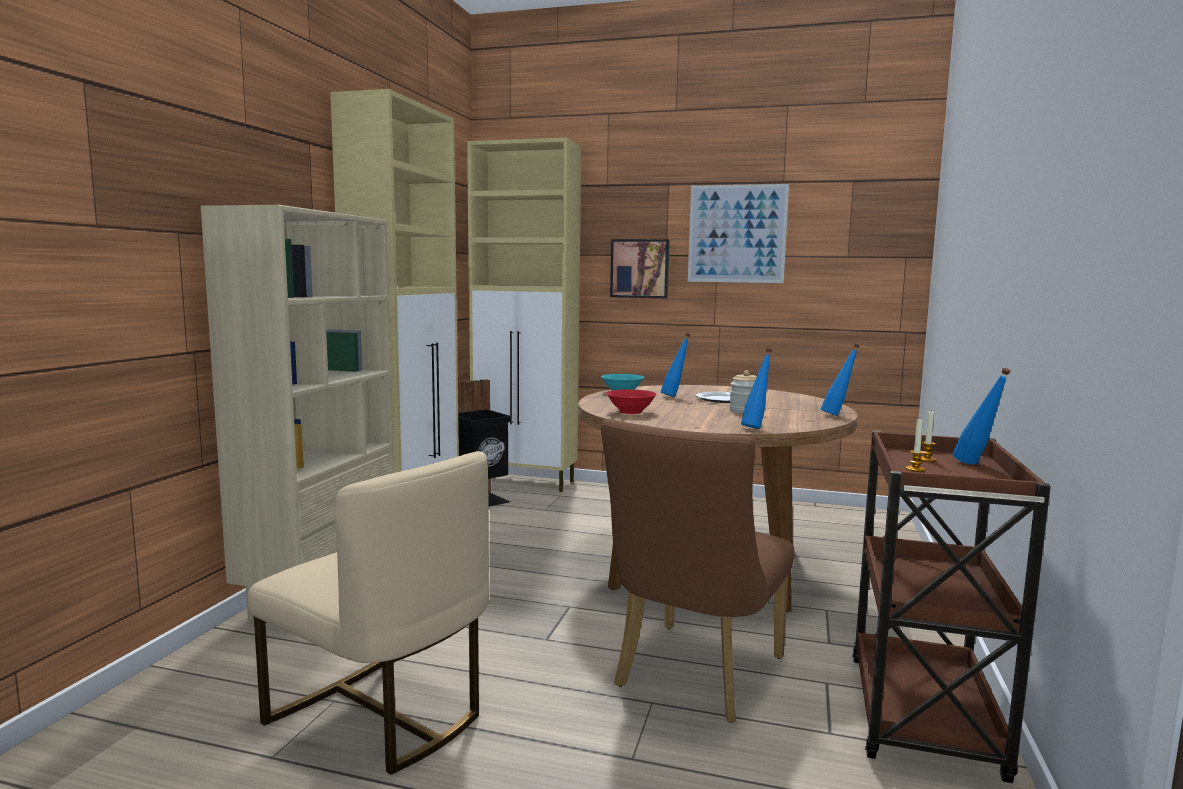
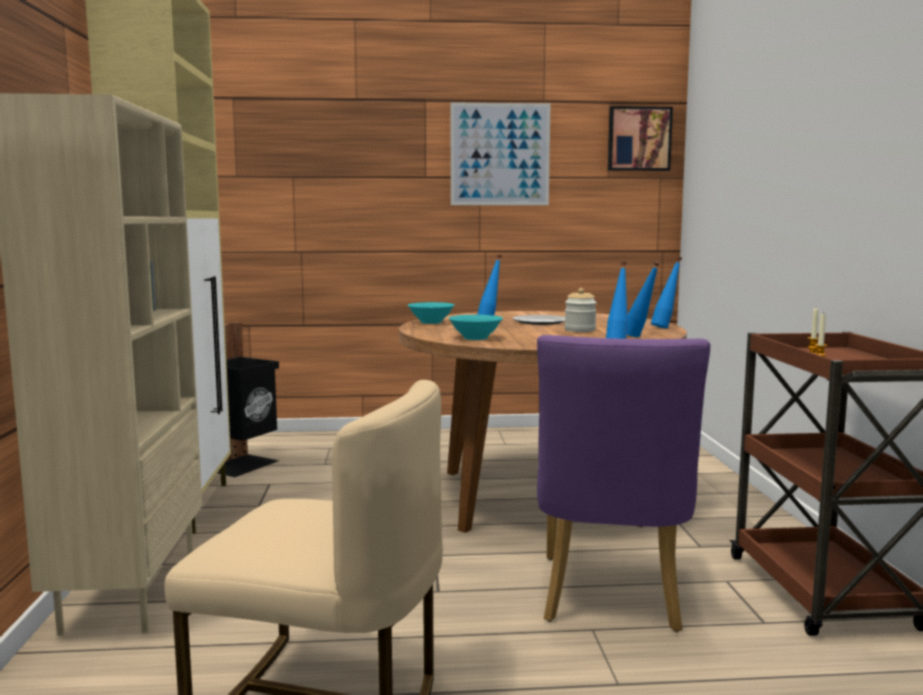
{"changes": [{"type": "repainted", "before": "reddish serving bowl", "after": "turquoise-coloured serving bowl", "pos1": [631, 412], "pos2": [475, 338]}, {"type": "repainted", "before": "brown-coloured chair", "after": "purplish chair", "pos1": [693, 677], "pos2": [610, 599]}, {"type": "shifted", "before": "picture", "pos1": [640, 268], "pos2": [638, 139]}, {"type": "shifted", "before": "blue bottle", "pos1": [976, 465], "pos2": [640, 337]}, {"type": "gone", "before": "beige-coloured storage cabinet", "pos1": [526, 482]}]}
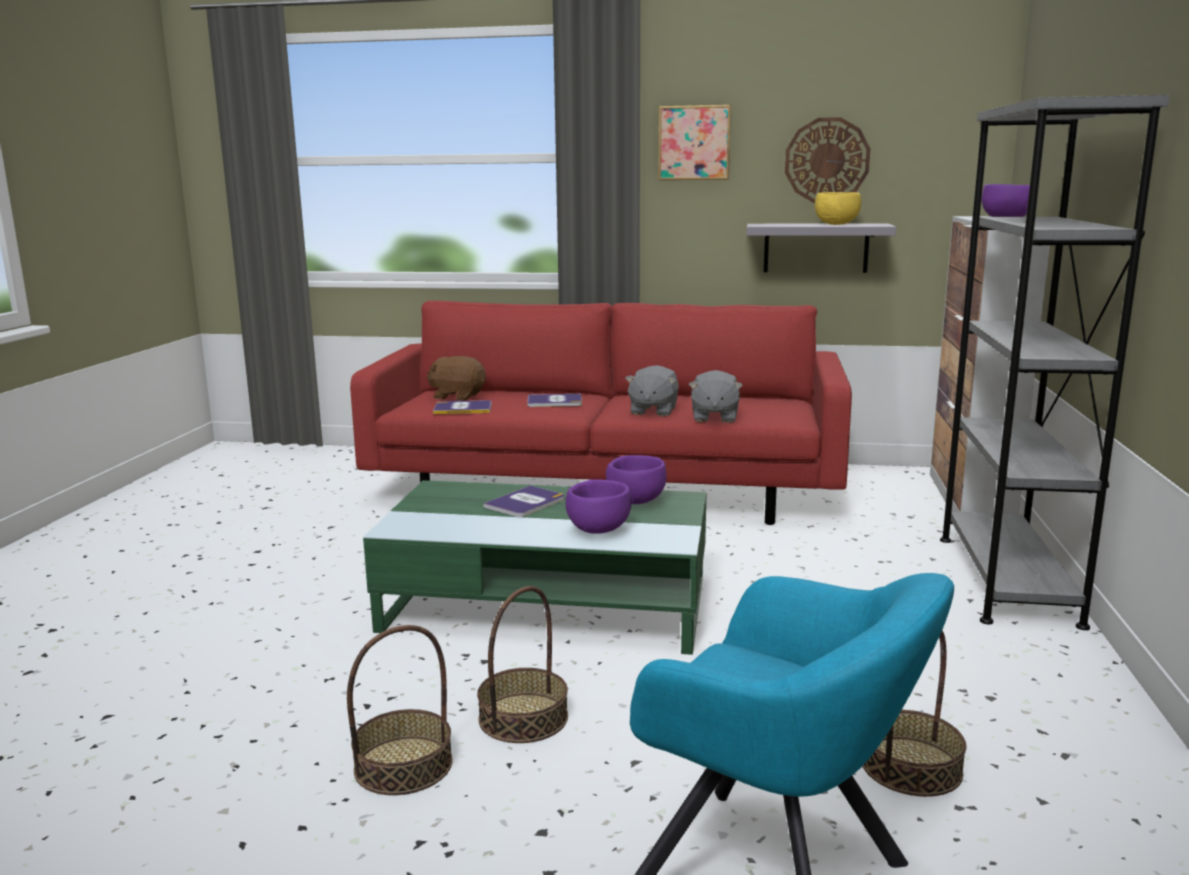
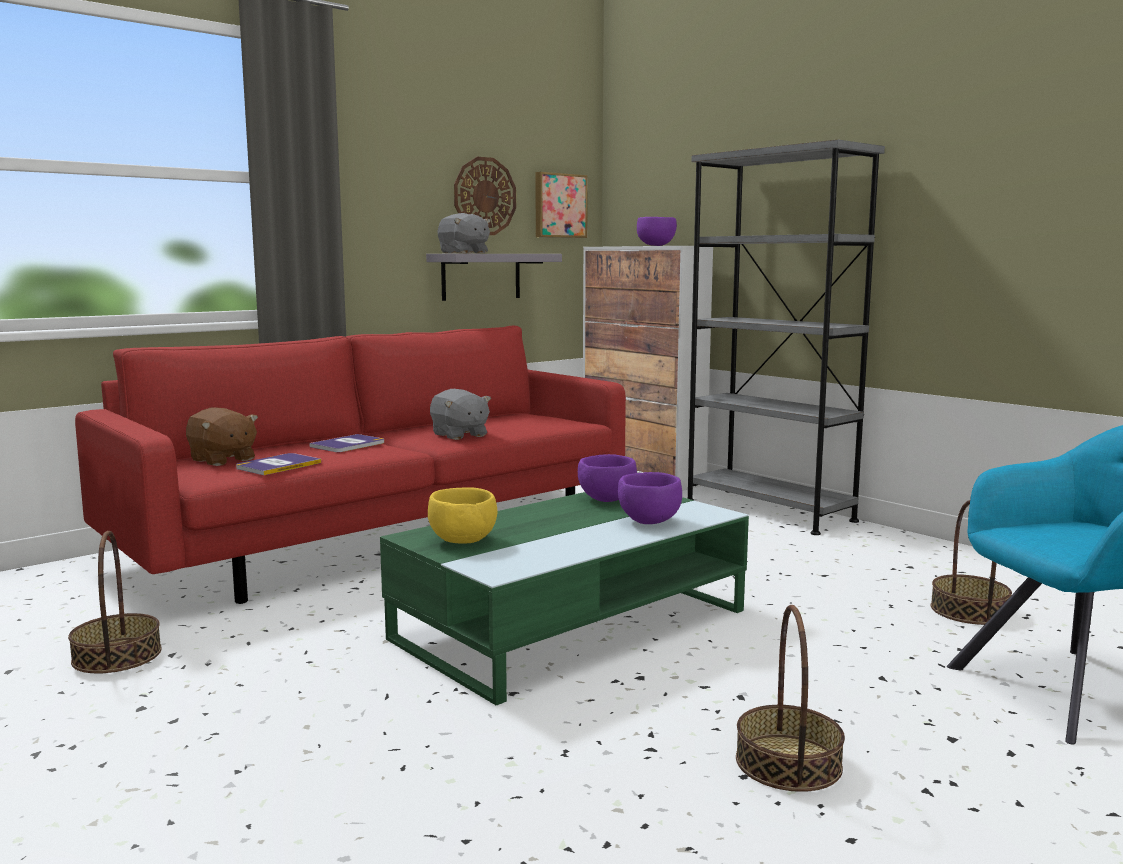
{"changes": [{"type": "shifted", "before": "household basket", "pos1": [523, 718], "pos2": [117, 655]}, {"type": "rotated", "before": "brown-coloured soft toy", "pos1": [457, 396], "pos2": [222, 460], "turn": -105}, {"type": "shifted", "before": "yellowish serving bowl", "pos1": [836, 224], "pos2": [462, 541]}, {"type": "shifted", "before": "gray soft toy", "pos1": [714, 417], "pos2": [464, 253]}, {"type": "shifted", "before": "picture", "pos1": [694, 143], "pos2": [559, 206]}, {"type": "gone", "before": "volume", "pos1": [525, 503]}]}
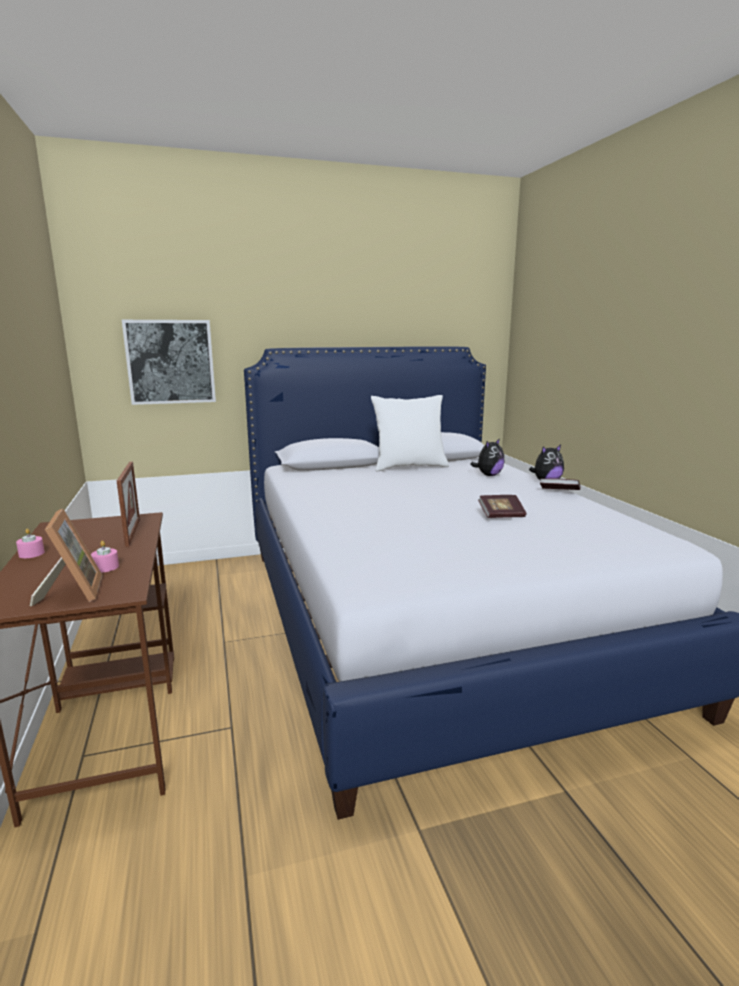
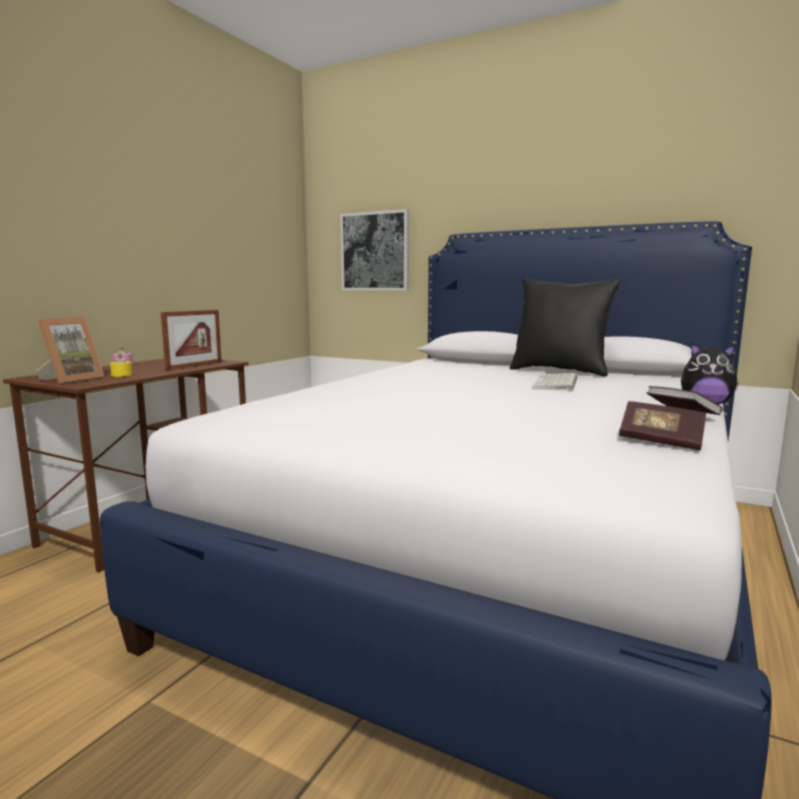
{"changes": [{"type": "repainted", "before": "pink candle", "after": "yellowish candle", "pos1": [106, 567], "pos2": [121, 375]}, {"type": "repainted", "before": "white-coloured cushion", "after": "black cushion", "pos1": [409, 467], "pos2": [560, 371]}, {"type": "new", "after": "computer keyboard", "pos2": [557, 382]}, {"type": "shifted", "before": "volume", "pos1": [501, 515], "pos2": [660, 441]}, {"type": "gone", "before": "soft toy", "pos1": [488, 475]}]}
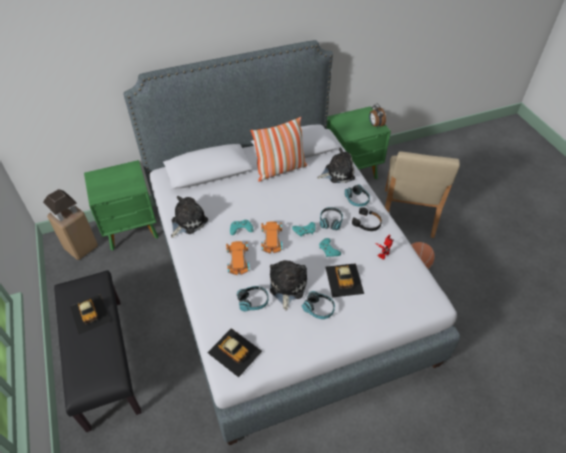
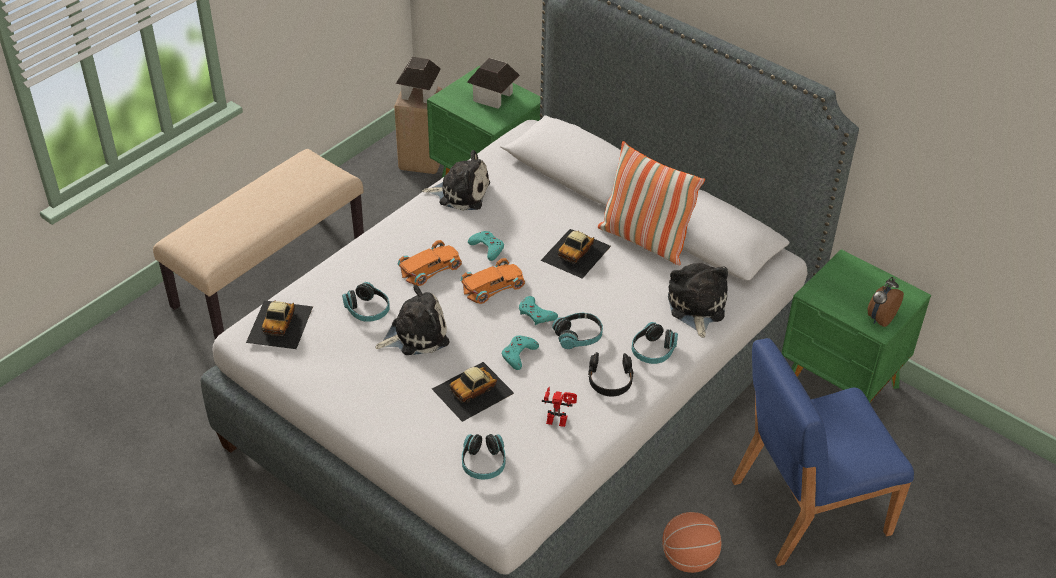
{"changes": [{"type": "repainted", "before": "black long seat", "after": "beige-coloured long seat", "pos1": [104, 360], "pos2": [269, 272]}, {"type": "shifted", "before": "headset", "pos1": [319, 309], "pos2": [483, 463]}, {"type": "new", "after": "miniature house", "pos2": [493, 97]}, {"type": "shifted", "before": "model car", "pos1": [90, 313], "pos2": [576, 253]}, {"type": "rotated", "before": "soft toy", "pos1": [337, 173], "pos2": [696, 307], "turn": -135}, {"type": "repainted", "before": "beige-coloured chair", "after": "blue chair", "pos1": [408, 213], "pos2": [807, 507]}]}
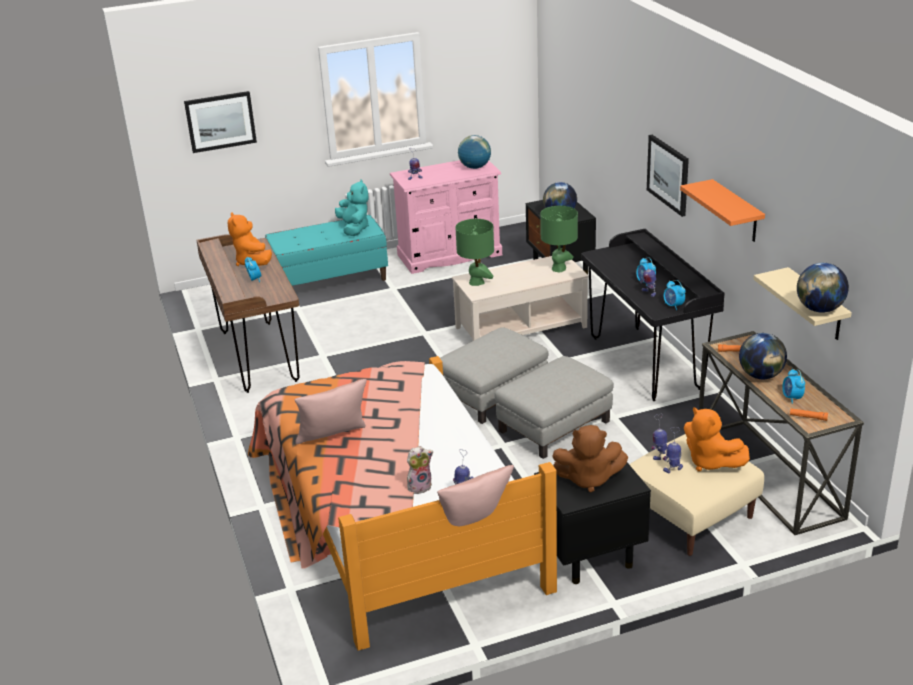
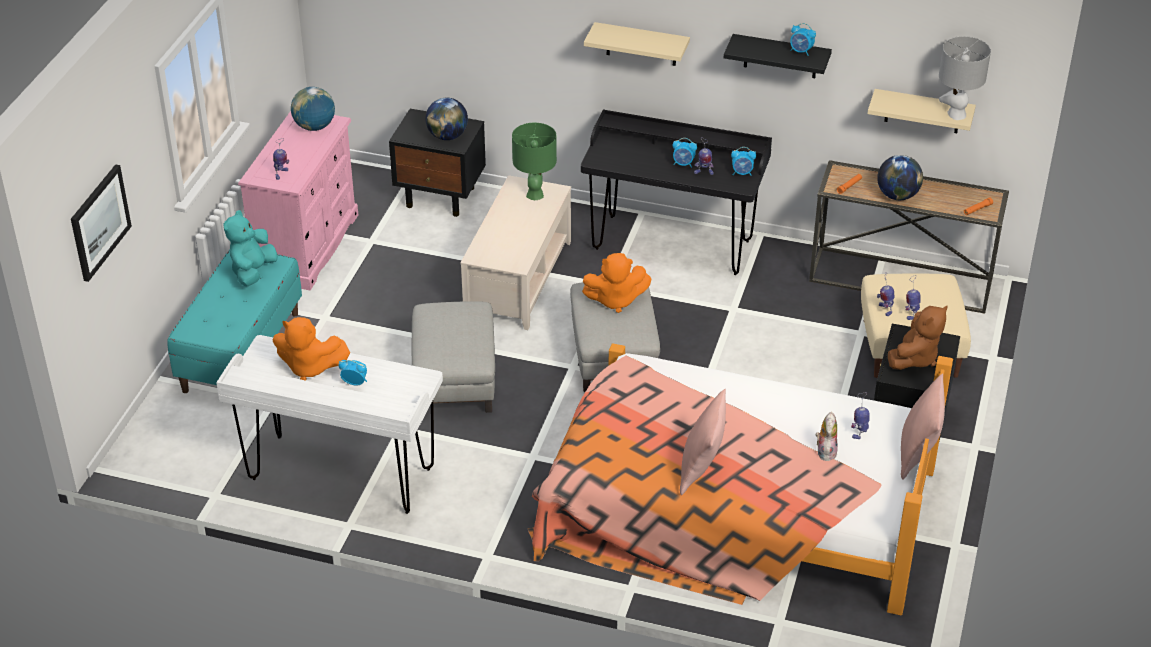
{"changes": [{"type": "repainted", "before": "brown-coloured desk unit", "after": "white-coloured desk unit", "pos1": [258, 356], "pos2": [341, 475]}, {"type": "rotated", "before": "turquoise-coloured soft toy", "pos1": [354, 228], "pos2": [253, 272], "turn": -90}, {"type": "shifted", "before": "gray footrest", "pos1": [554, 426], "pos2": [455, 379]}, {"type": "shifted", "before": "orangey soft toy", "pos1": [710, 462], "pos2": [615, 300]}, {"type": "swapped", "before": "picture", "after": "beige-coloured wall shelf", "pos1": [668, 174], "pos2": [641, 44]}, {"type": "repainted", "before": "orangey wall shelf", "after": "black wall shelf", "pos1": [736, 212], "pos2": [780, 56]}, {"type": "shifted", "before": "bedside clock", "pos1": [792, 398], "pos2": [801, 51]}, {"type": "swapped", "before": "desk globe", "after": "gray tabletop lamp", "pos1": [819, 309], "pos2": [956, 114]}, {"type": "gone", "before": "green-coloured tabletop lamp", "pos1": [476, 282]}]}
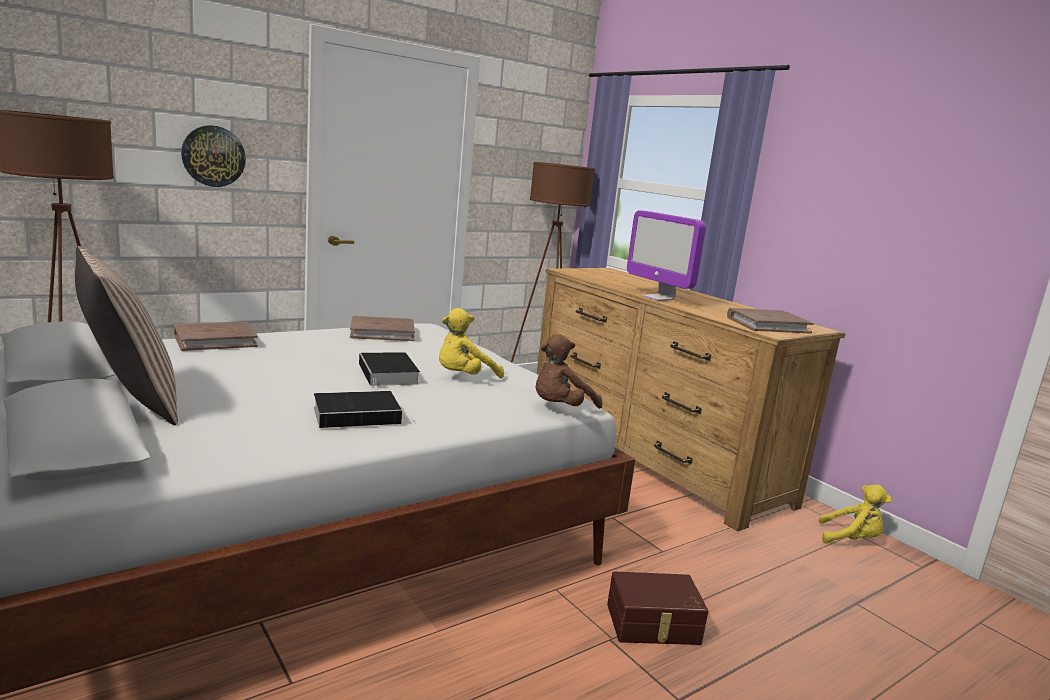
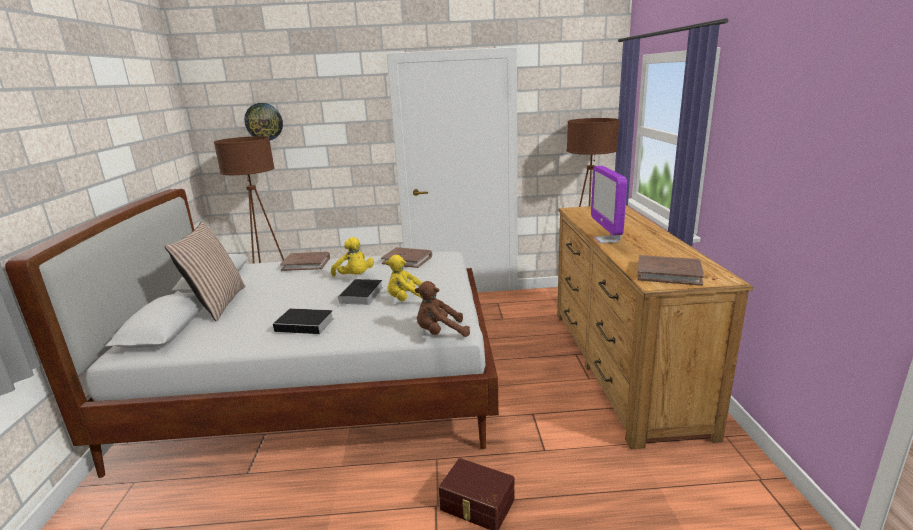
{"changes": [{"type": "shifted", "before": "clock on the wall", "pos1": [213, 156], "pos2": [264, 122]}, {"type": "shifted", "before": "yellowish soft toy", "pos1": [851, 539], "pos2": [354, 277]}]}
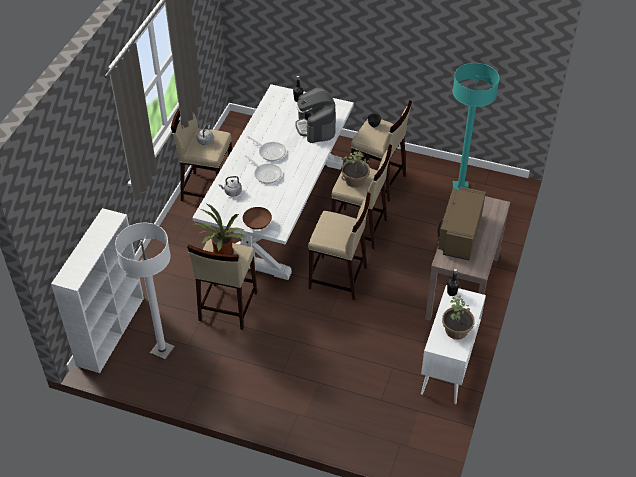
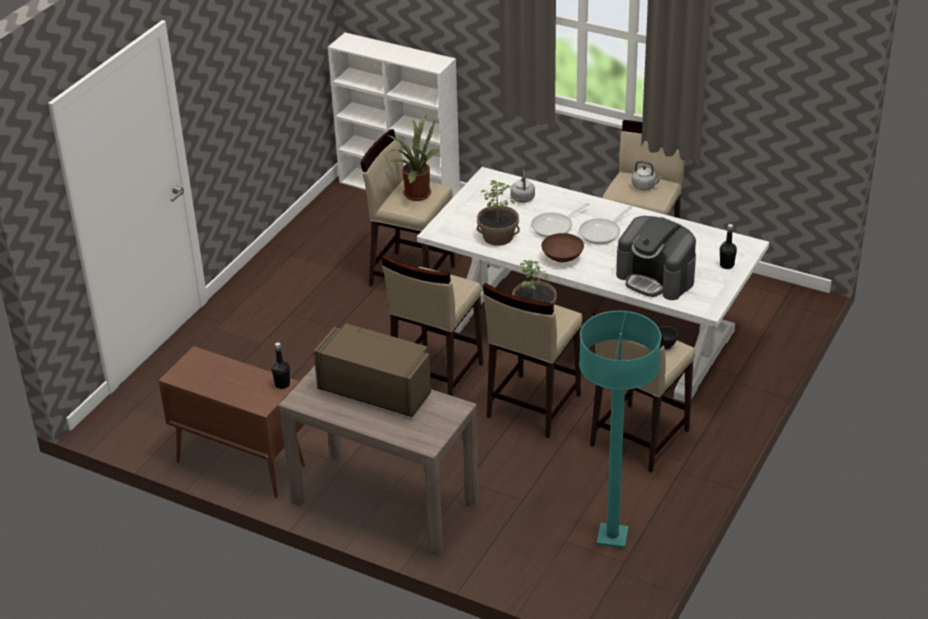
{"changes": [{"type": "repainted", "before": "white-coloured storage cabinet", "after": "brown-coloured storage cabinet", "pos1": [448, 368], "pos2": [239, 463]}, {"type": "shifted", "before": "plant in a pot", "pos1": [456, 330], "pos2": [498, 237]}, {"type": "shifted", "before": "brown-coloured serving bowl", "pos1": [257, 225], "pos2": [562, 258]}, {"type": "rotated", "before": "coffee brewer", "pos1": [316, 127], "pos2": [656, 278], "turn": -135}, {"type": "gone", "before": "white-coloured standing lamp", "pos1": [162, 350]}]}
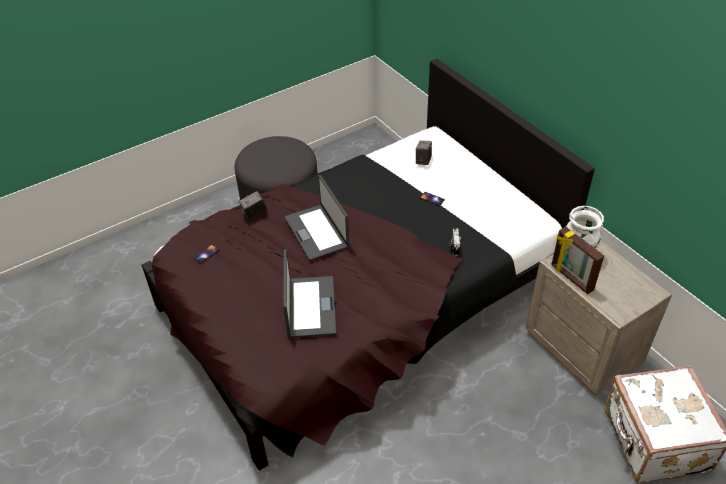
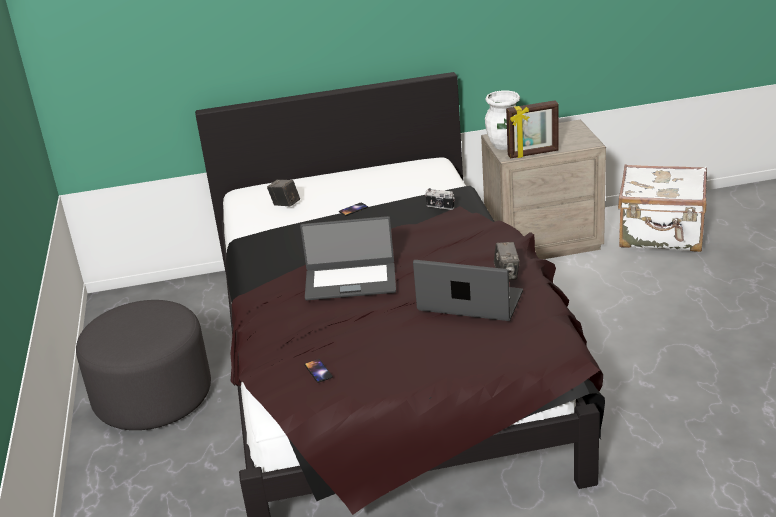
{"changes": [{"type": "shifted", "before": "photo camera", "pos1": [254, 214], "pos2": [507, 274]}]}
